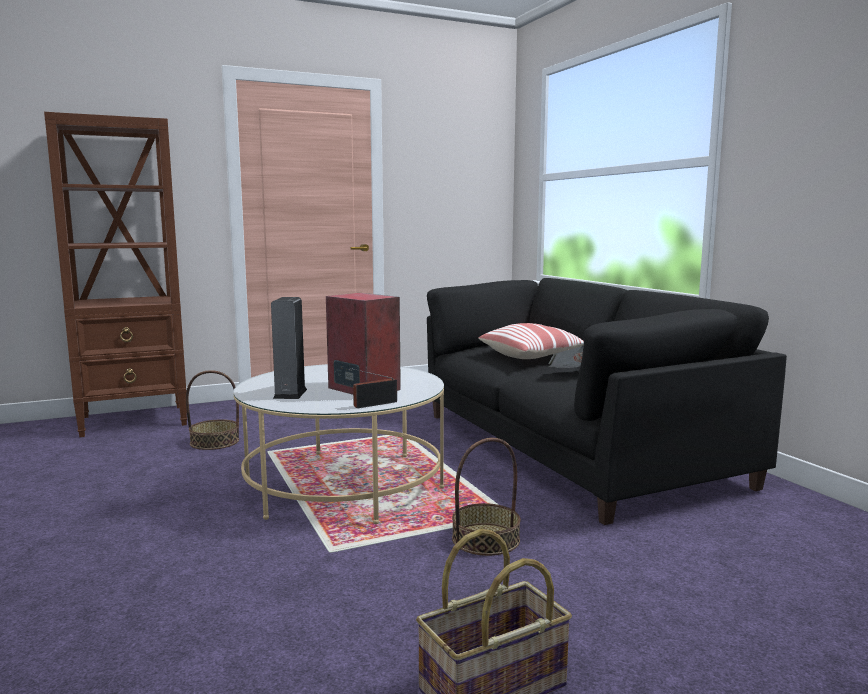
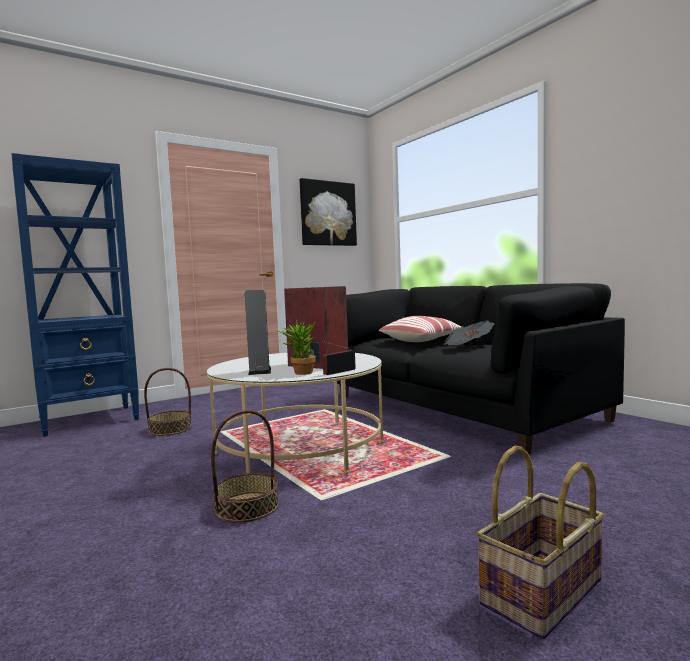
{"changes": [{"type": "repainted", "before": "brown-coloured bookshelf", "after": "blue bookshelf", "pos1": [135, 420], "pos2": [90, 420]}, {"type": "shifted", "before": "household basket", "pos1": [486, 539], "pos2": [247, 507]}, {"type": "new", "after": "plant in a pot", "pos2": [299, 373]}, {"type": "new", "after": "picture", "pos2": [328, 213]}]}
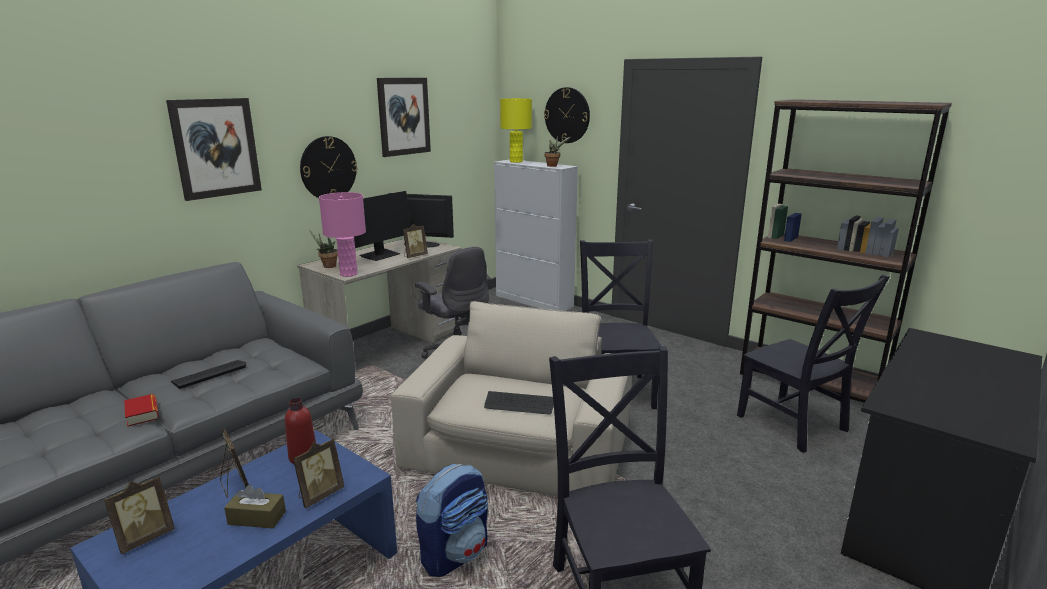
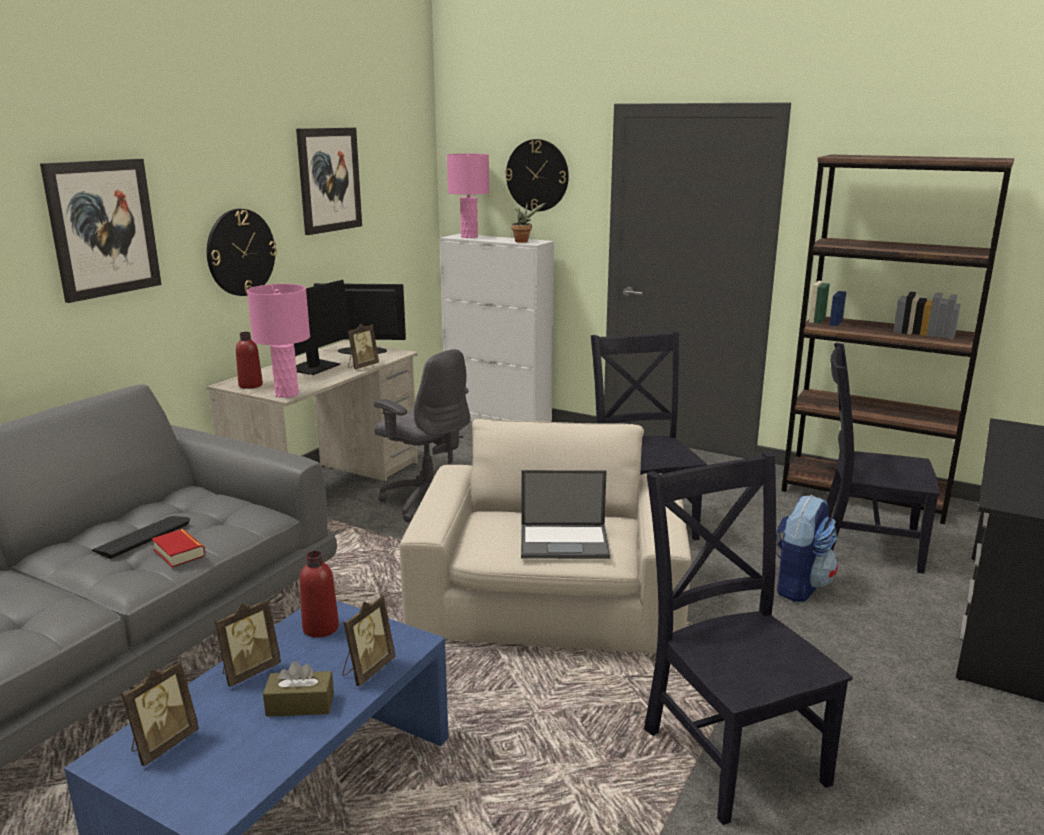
{"changes": [{"type": "shifted", "before": "volume", "pos1": [142, 414], "pos2": [179, 553]}, {"type": "rotated", "before": "standing frame", "pos1": [235, 486], "pos2": [249, 671], "turn": 90}, {"type": "swapped", "before": "plant in a pot", "after": "reddish bottle", "pos1": [327, 266], "pos2": [250, 385]}, {"type": "repainted", "before": "yellowish tabletop lamp", "after": "pink tabletop lamp", "pos1": [516, 161], "pos2": [469, 237]}, {"type": "swapped", "before": "computer keyboard", "after": "laptop", "pos1": [519, 404], "pos2": [565, 541]}, {"type": "shifted", "before": "backpack", "pos1": [455, 553], "pos2": [798, 585]}, {"type": "rotated", "before": "black chair", "pos1": [795, 425], "pos2": [863, 544], "turn": 150}]}
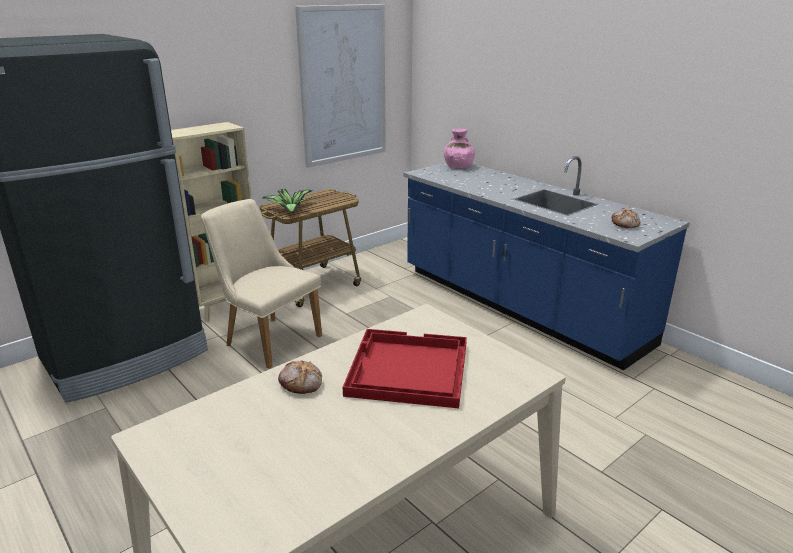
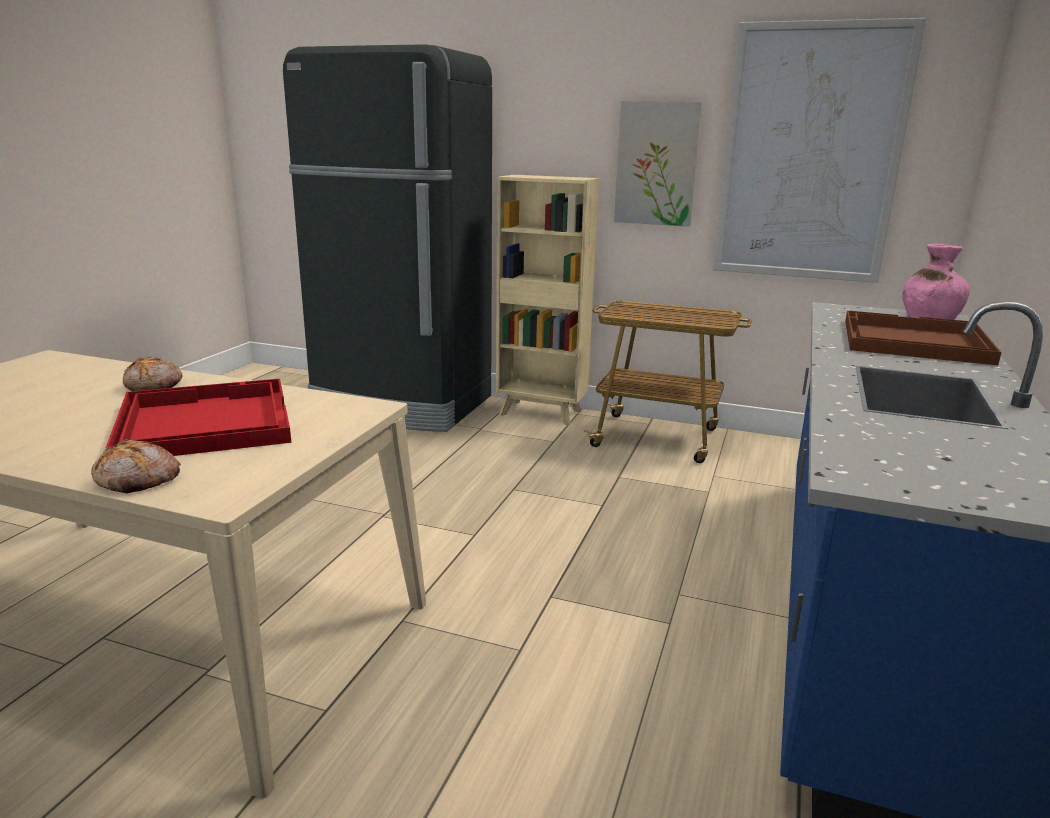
{"changes": [{"type": "shifted", "before": "baked bread", "pos1": [625, 224], "pos2": [138, 480]}, {"type": "new", "after": "picture", "pos2": [656, 164]}, {"type": "new", "after": "brown-coloured tray", "pos2": [912, 341]}, {"type": "gone", "before": "beige-coloured chair", "pos1": [266, 338]}, {"type": "gone", "before": "plant in a pot", "pos1": [290, 210]}]}
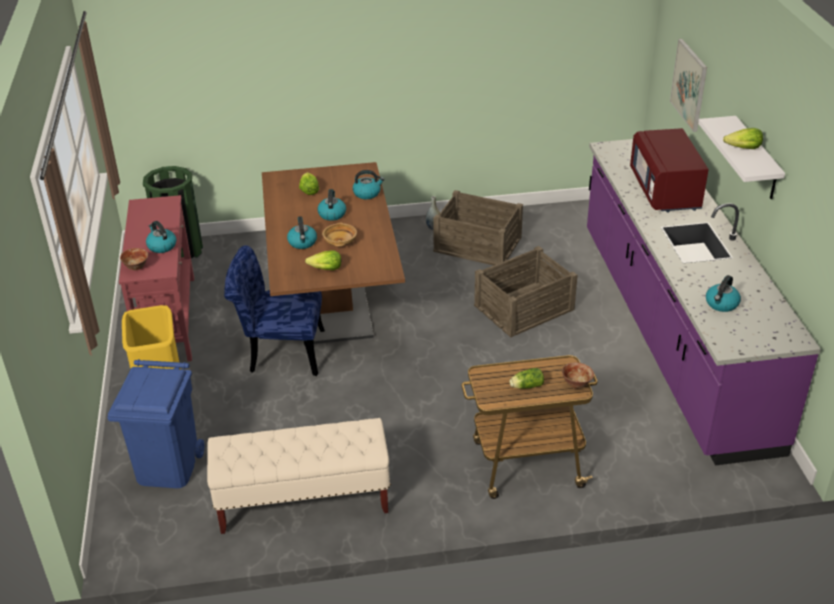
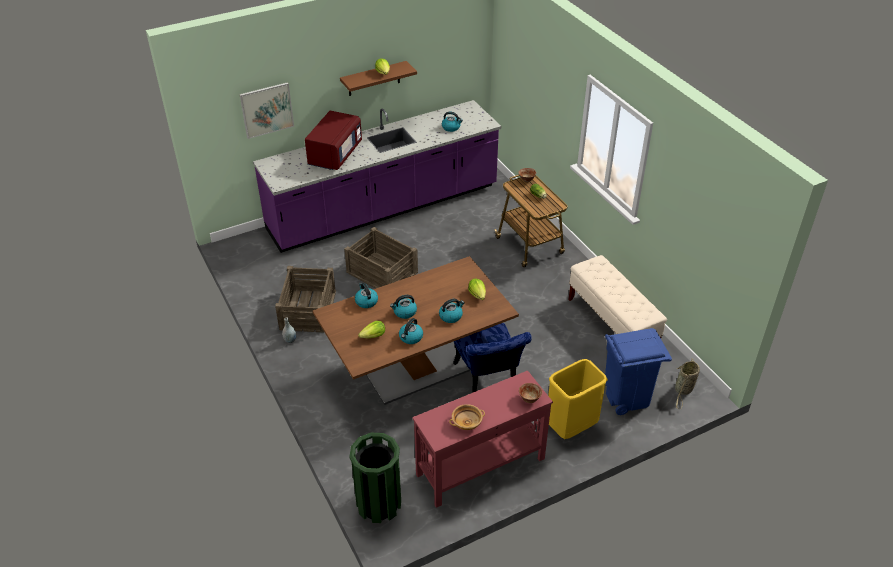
{"changes": [{"type": "rotated", "before": "reddish kitchen microwave", "pos1": [665, 191], "pos2": [335, 155], "turn": -45}, {"type": "repainted", "before": "white-coloured wall shelf", "after": "brown-coloured wall shelf", "pos1": [756, 159], "pos2": [374, 79]}, {"type": "shifted", "before": "water kettle", "pos1": [161, 246], "pos2": [411, 337]}, {"type": "shifted", "before": "beige-coloured serving bowl", "pos1": [340, 242], "pos2": [467, 422]}, {"type": "new", "after": "household basket", "pos2": [683, 390]}]}
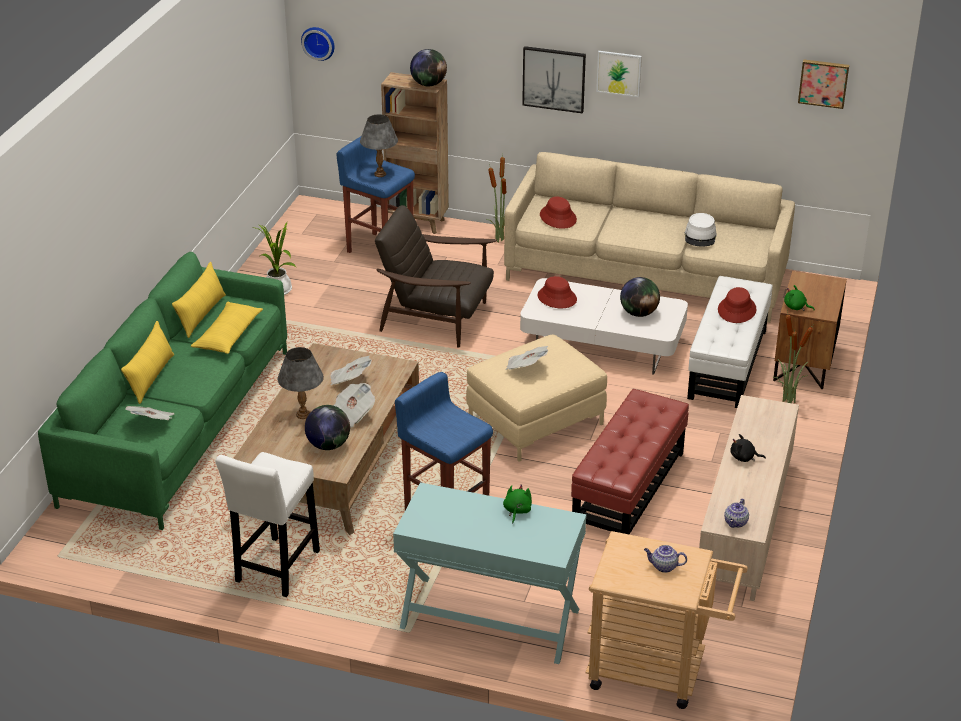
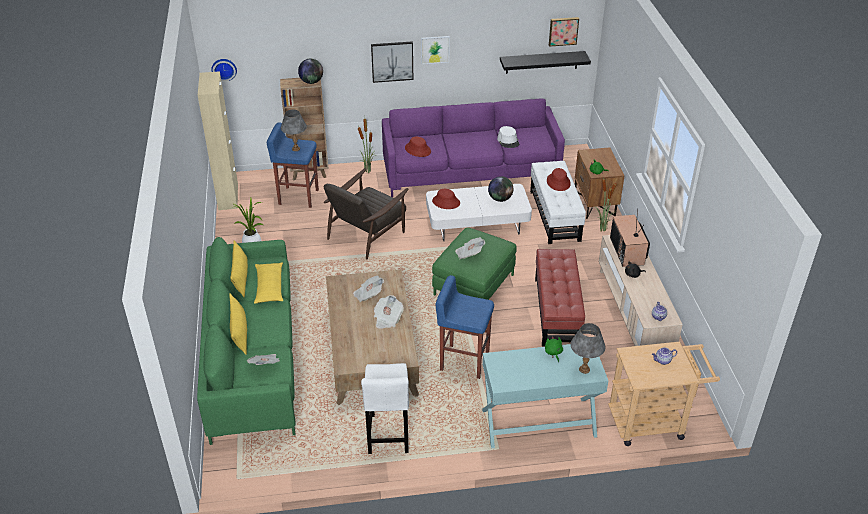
{"changes": [{"type": "new", "after": "beige-coloured storage cabinet", "pos2": [228, 197]}, {"type": "rotated", "before": "brown-coloured lounge chair", "pos1": [437, 318], "pos2": [367, 234], "turn": -45}, {"type": "repainted", "before": "beige-coloured settee", "after": "purplish settee", "pos1": [645, 276], "pos2": [470, 172]}, {"type": "repainted", "before": "beige-coloured footrest", "after": "green-coloured footrest", "pos1": [535, 421], "pos2": [474, 285]}, {"type": "new", "after": "black wall shelf", "pos2": [542, 62]}, {"type": "shifted", "before": "gray tabletop lamp", "pos1": [303, 415], "pos2": [584, 369]}, {"type": "new", "after": "television", "pos2": [628, 251]}, {"type": "gone", "before": "desk globe", "pos1": [328, 445]}]}
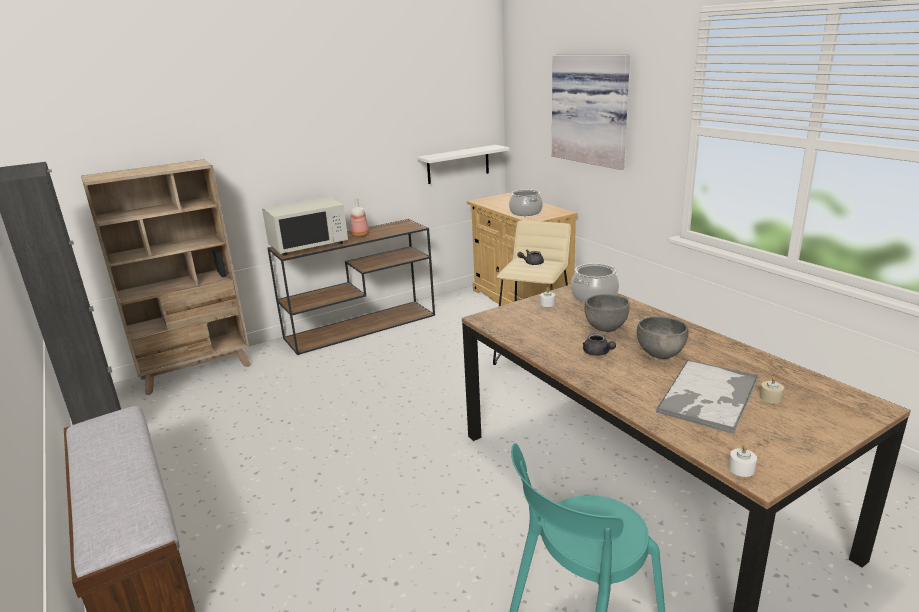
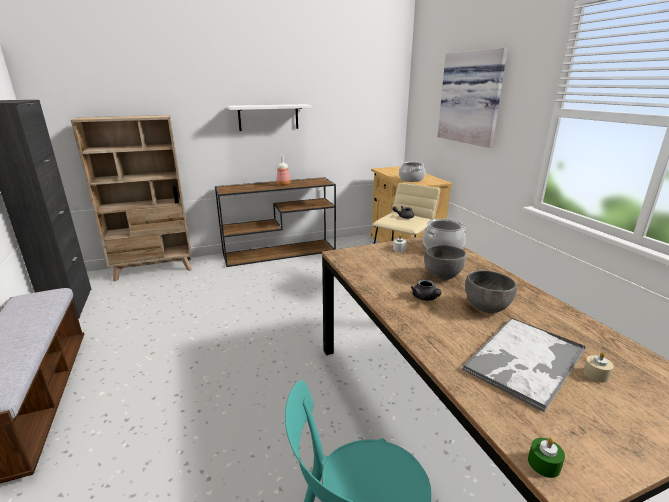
{"changes": [{"type": "shifted", "before": "white-coloured wall shelf", "pos1": [458, 164], "pos2": [268, 117]}, {"type": "repainted", "before": "white-coloured candle", "after": "green-coloured candle", "pos1": [741, 469], "pos2": [543, 464]}, {"type": "gone", "before": "white-coloured kitchen microwave", "pos1": [308, 245]}]}
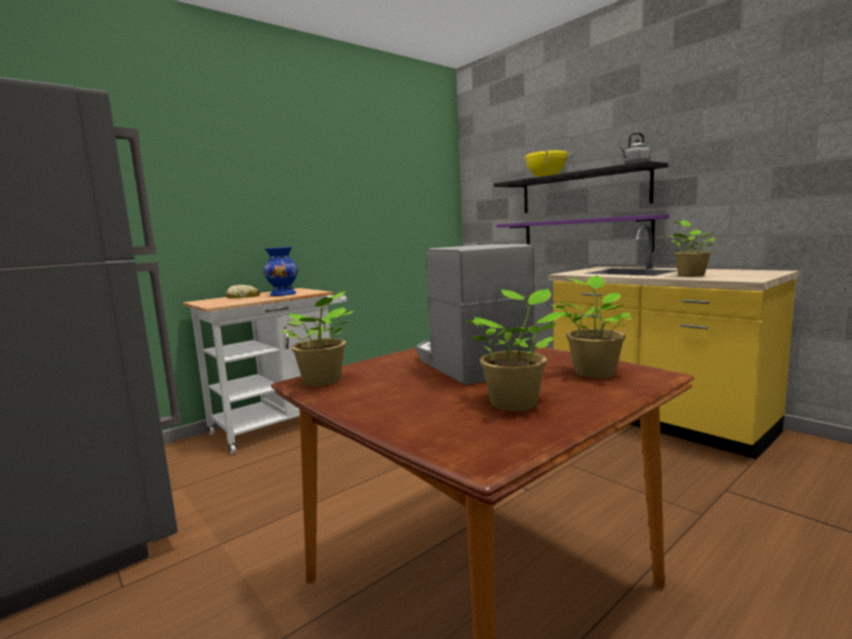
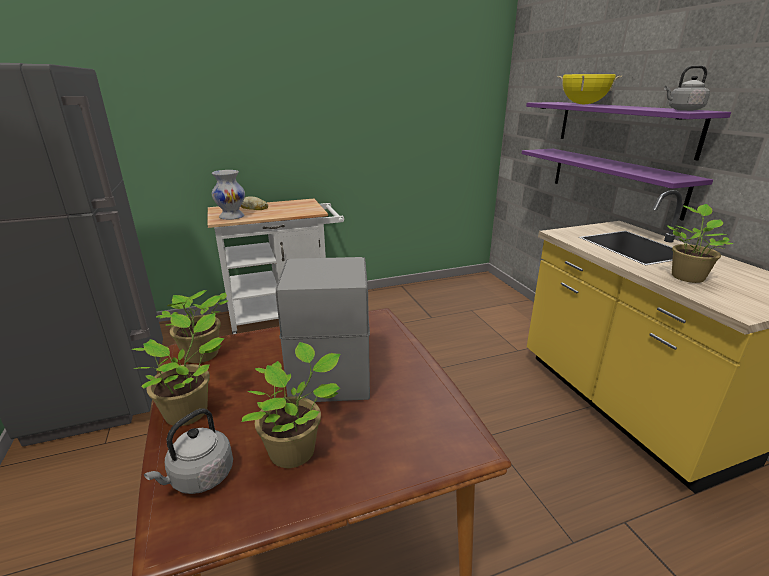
{"changes": [{"type": "shifted", "before": "plant in a pot", "pos1": [594, 371], "pos2": [189, 411]}, {"type": "new", "after": "gray water kettle", "pos2": [199, 478]}, {"type": "new", "after": "white-coloured flower vase", "pos2": [231, 217]}, {"type": "repainted", "before": "black wall shelf", "after": "purplish wall shelf", "pos1": [582, 192], "pos2": [623, 127]}, {"type": "gone", "before": "blue flower vase", "pos1": [283, 294]}]}
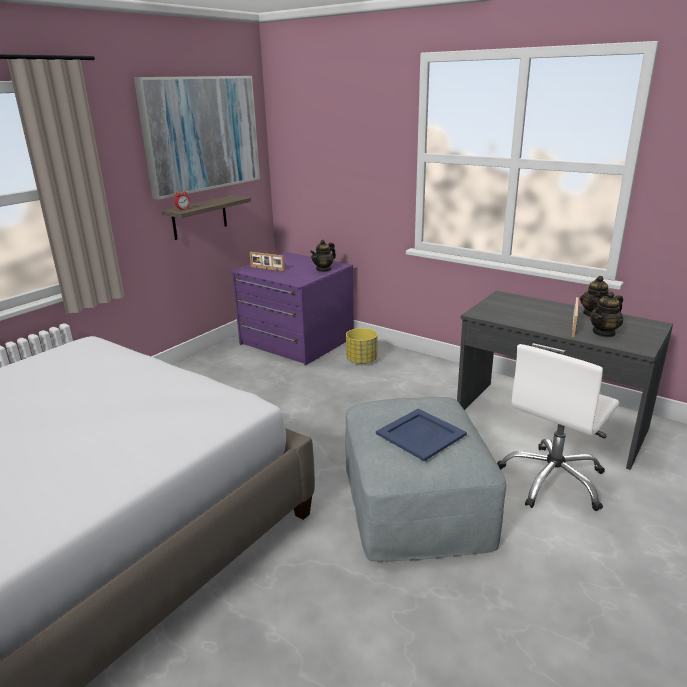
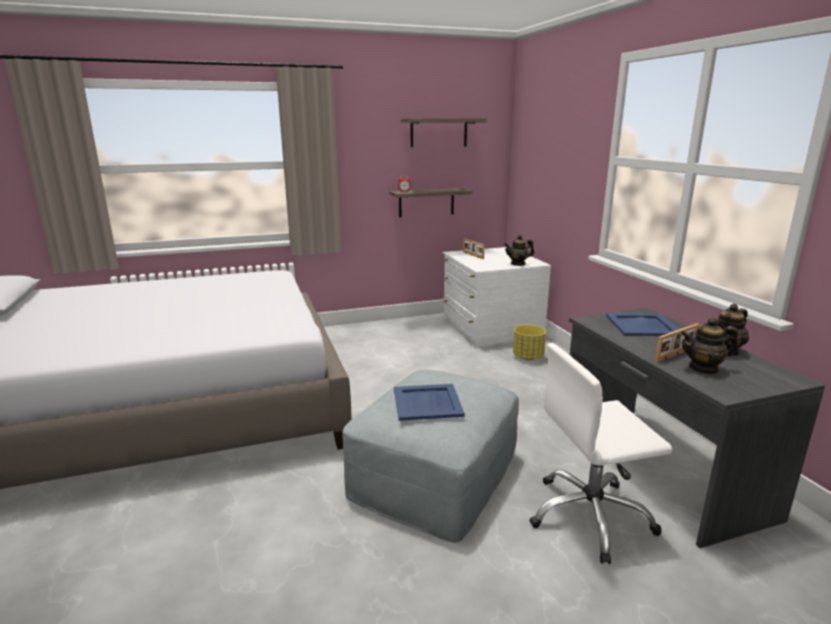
{"changes": [{"type": "swapped", "before": "picture", "after": "wall shelf", "pos1": [201, 134], "pos2": [438, 132]}, {"type": "repainted", "before": "purplish dresser", "after": "white-coloured dresser", "pos1": [296, 341], "pos2": [490, 328]}, {"type": "new", "after": "blue tray", "pos2": [642, 325]}]}
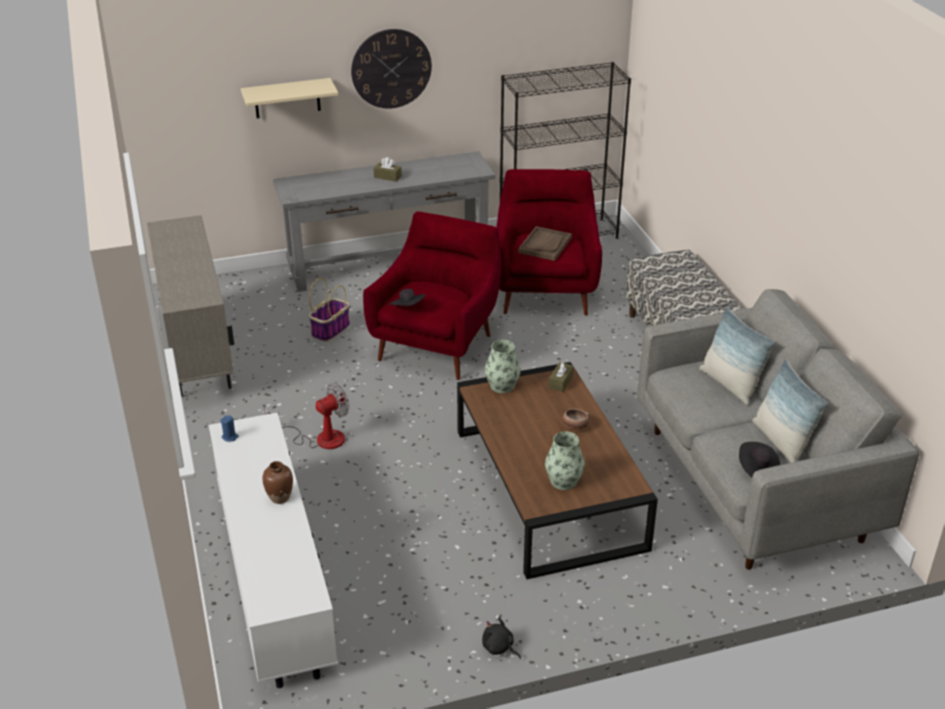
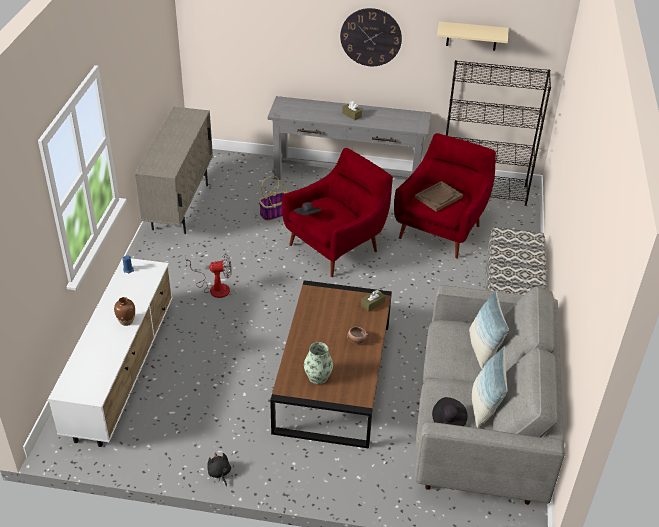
{"changes": [{"type": "shifted", "before": "beige-coloured wall shelf", "pos1": [287, 98], "pos2": [472, 36]}, {"type": "gone", "before": "flower vase", "pos1": [502, 386]}]}
